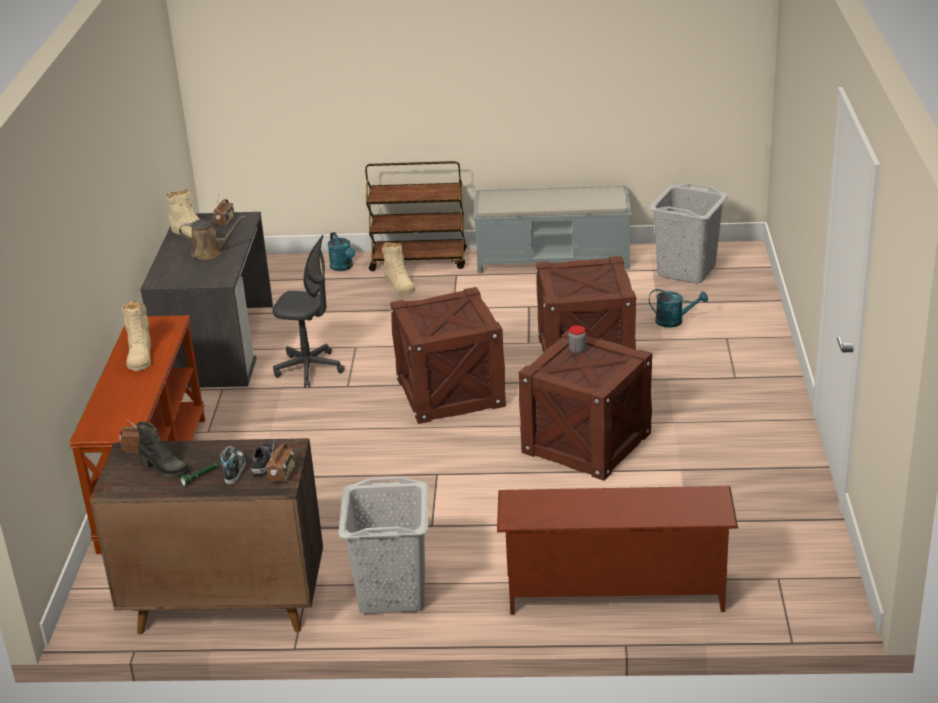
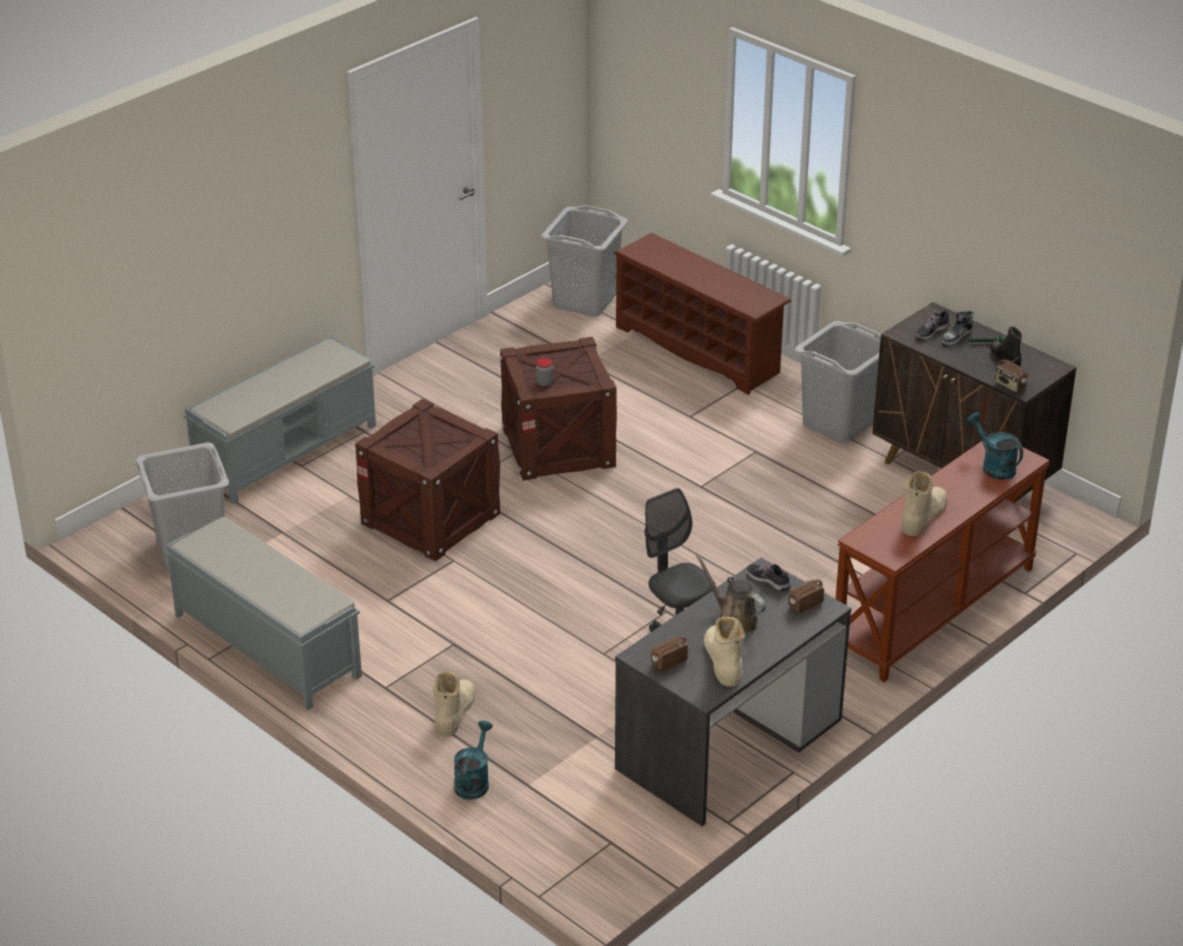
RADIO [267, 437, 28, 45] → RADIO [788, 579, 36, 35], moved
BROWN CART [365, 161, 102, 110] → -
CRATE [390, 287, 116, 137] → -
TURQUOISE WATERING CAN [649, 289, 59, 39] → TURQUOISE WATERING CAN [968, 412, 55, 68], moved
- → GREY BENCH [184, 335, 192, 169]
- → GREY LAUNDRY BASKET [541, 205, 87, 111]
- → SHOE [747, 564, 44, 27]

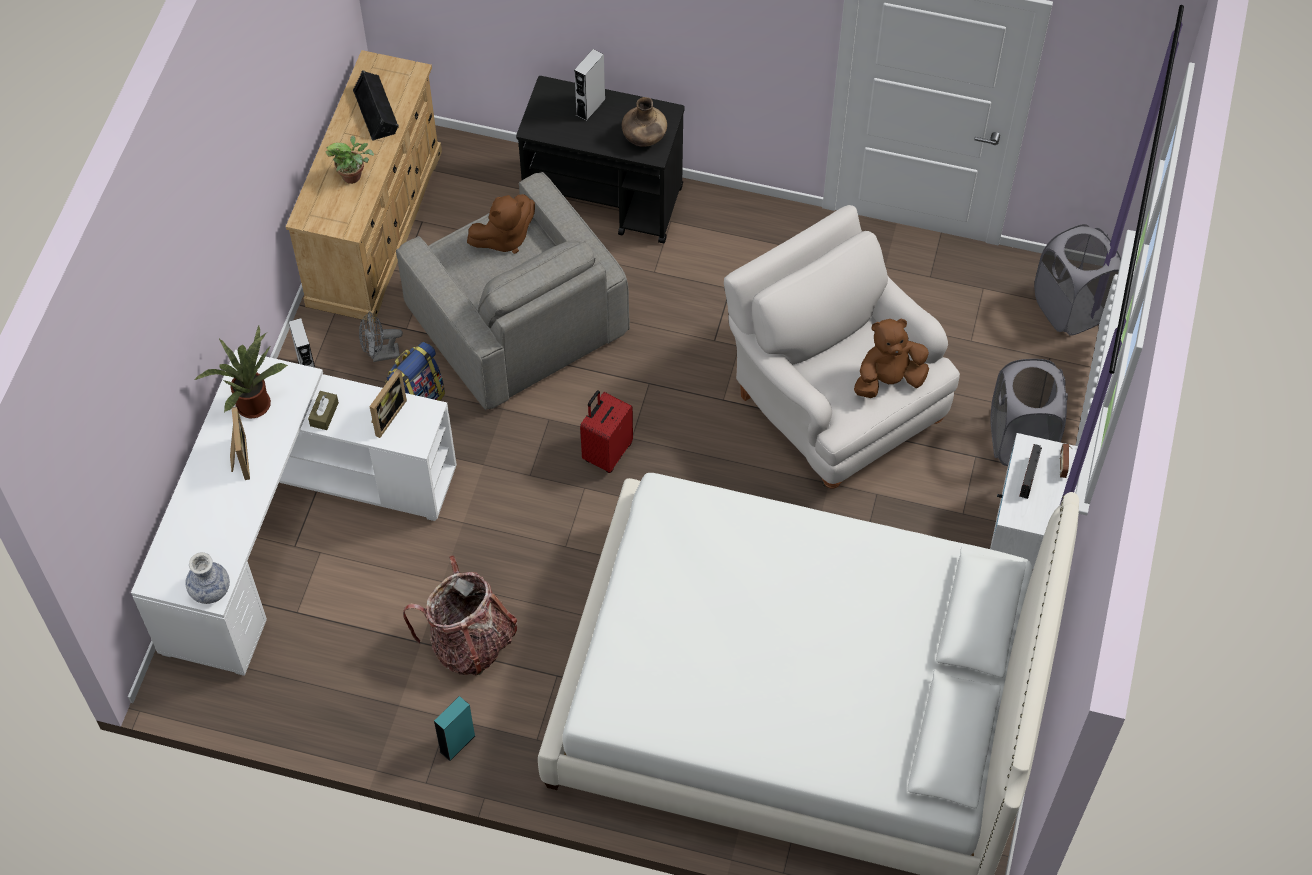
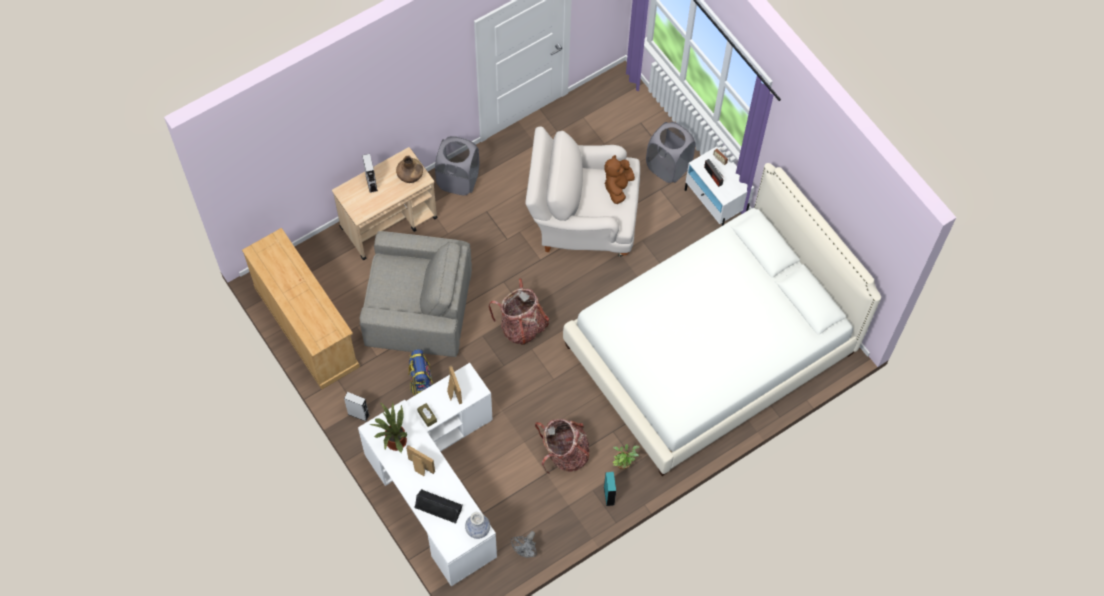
POTTED PLANT [325, 136, 49, 48] → POTTED PLANT [613, 444, 27, 26], moved
BLACK SPEAKER [353, 70, 46, 71] → BLACK SPEAKER [414, 489, 49, 35], moved
GREY FAN [359, 311, 44, 51] → GREY FAN [511, 531, 26, 27], moved
BROWN PLUSH TOY [467, 194, 68, 60] → -
BLACK CART [516, 76, 169, 168] → BEIGE CART [332, 147, 106, 113]
RED SUITCASE [580, 390, 53, 83] → BACKPACK [489, 278, 60, 67]
GREY LAUNDRY BASKET [1034, 224, 87, 112] → GREY LAUNDRY BASKET [435, 136, 44, 60], moved

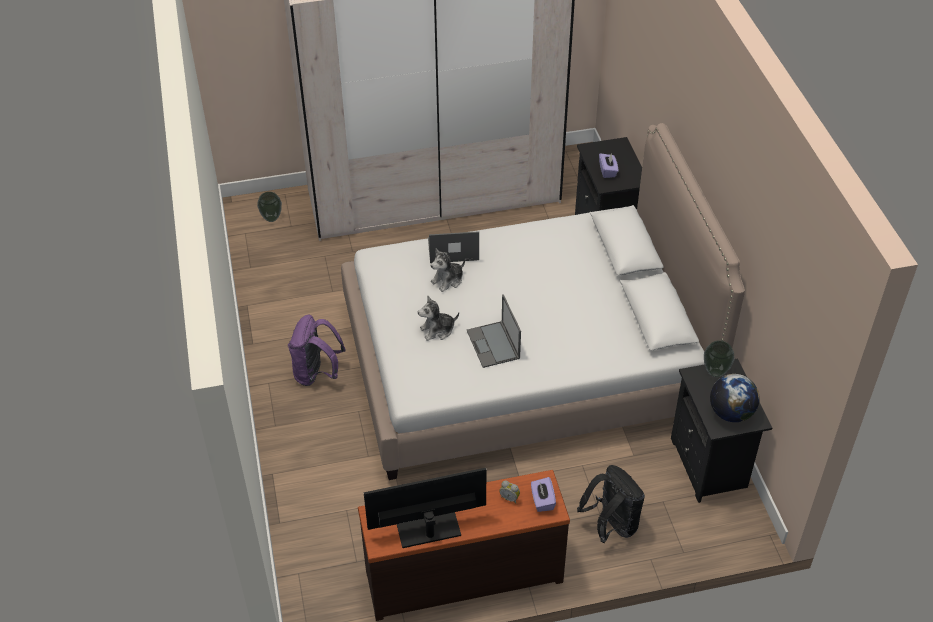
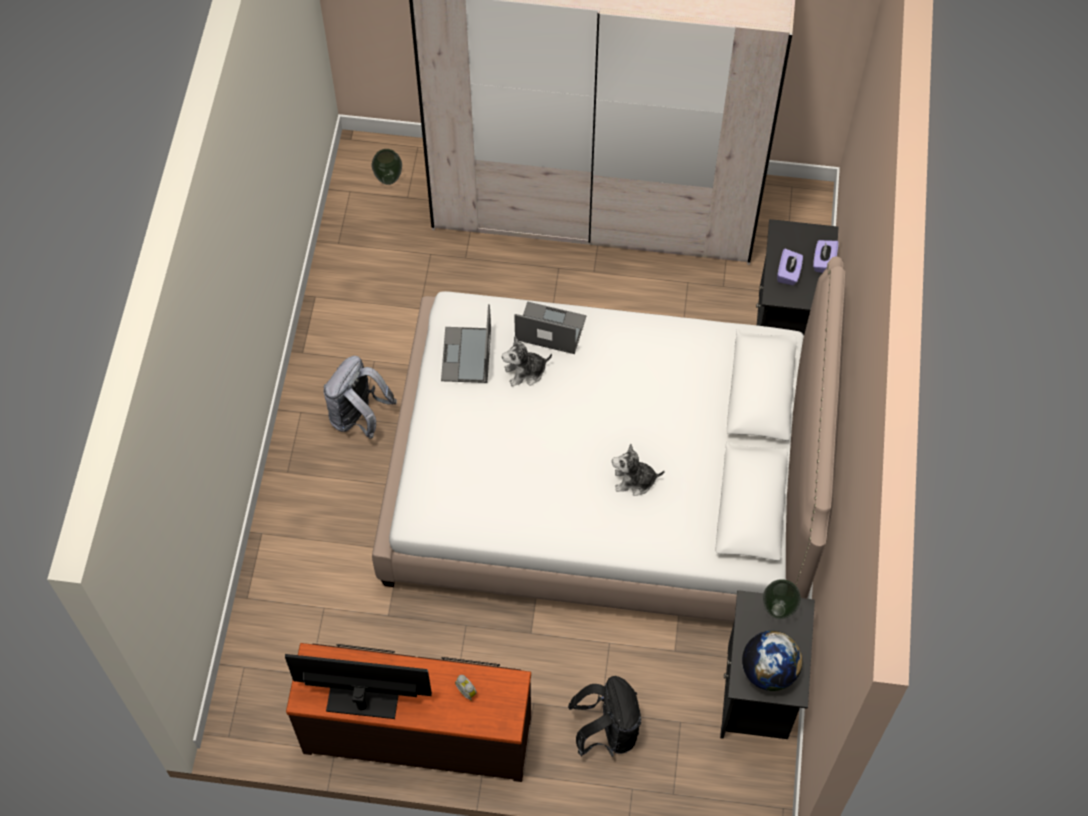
PURPLE BACKPACK [288, 315, 58, 71] → GREY BACKPACK [323, 356, 74, 83]
PLUSH TOY [418, 296, 41, 45] → PLUSH TOY [612, 443, 52, 53], moved
LAPTOP [467, 294, 54, 74] → LAPTOP [441, 304, 50, 79], moved
PURPLE TISSUE BOX [531, 477, 25, 35] → PURPLE TISSUE BOX [813, 240, 26, 33], moved

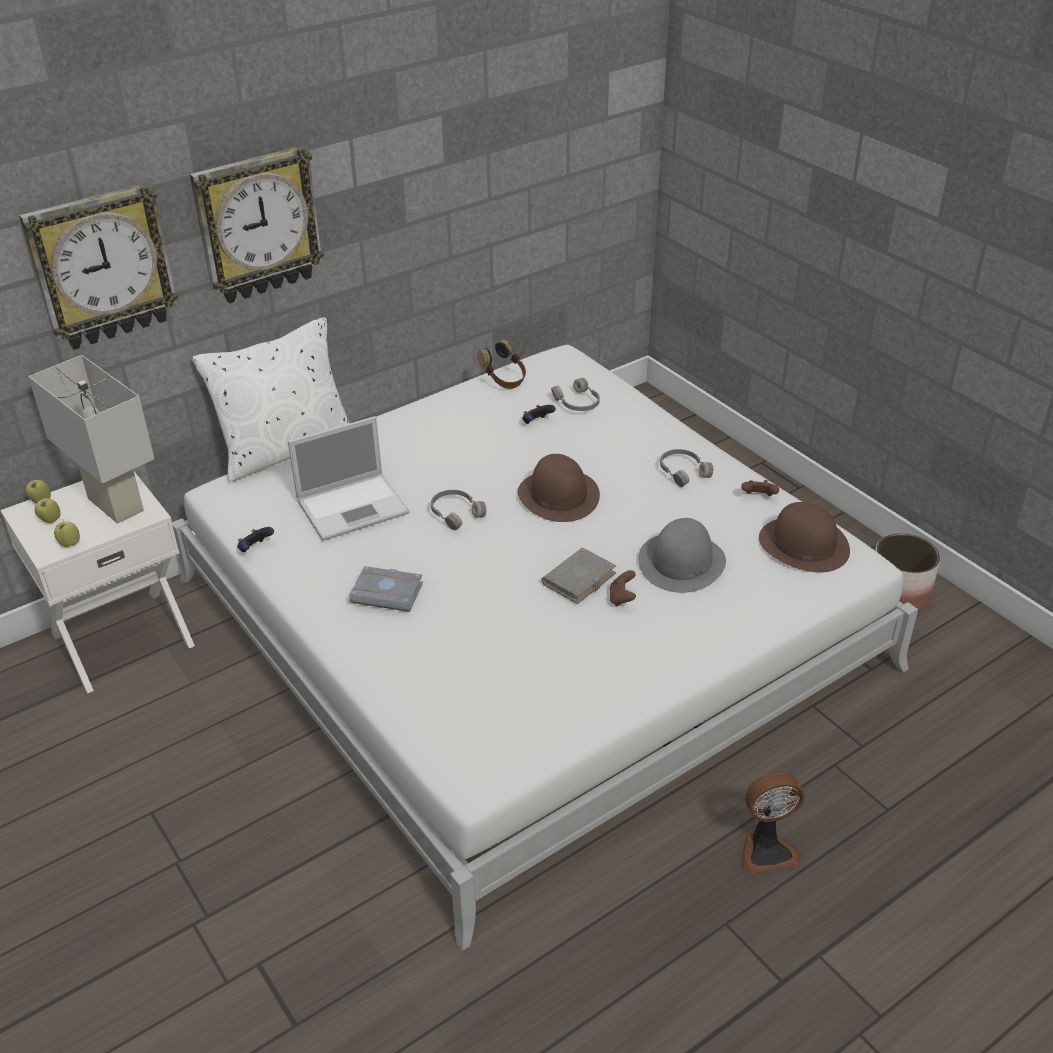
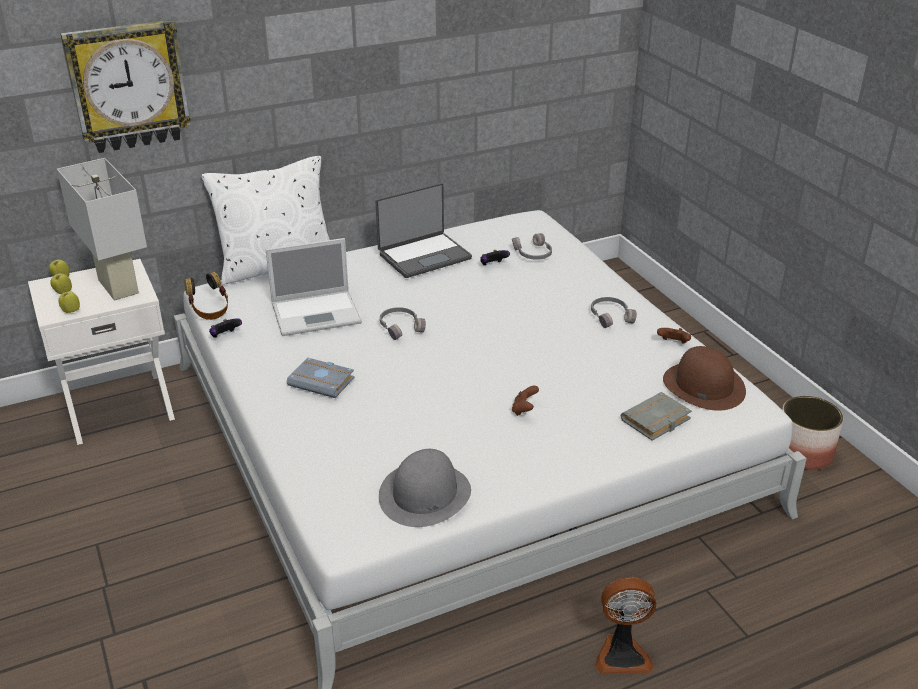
WALL CLOCK [190, 145, 134, 158] → -
HEADPHONES [477, 340, 49, 49] → HEADPHONES [185, 272, 43, 48], moved
BROWN HAT [518, 454, 82, 68] → -
GREY BOOK [542, 547, 74, 57] → GREY BOOK [621, 392, 71, 49], moved
GREY HAT [638, 518, 88, 75] → GREY HAT [379, 449, 92, 78], moved
- → LAPTOP [375, 183, 97, 95]

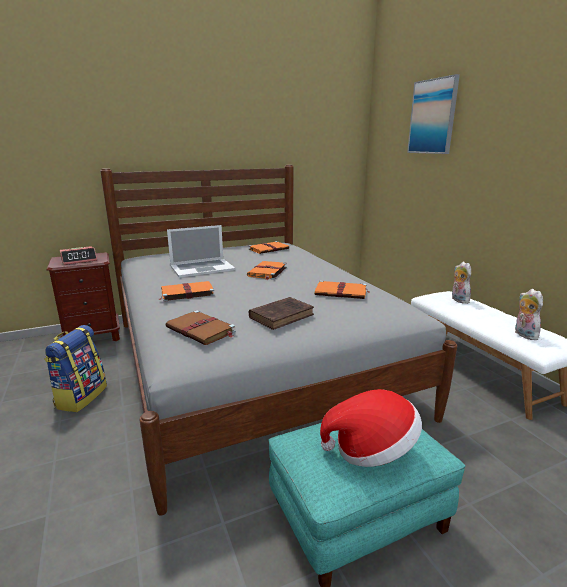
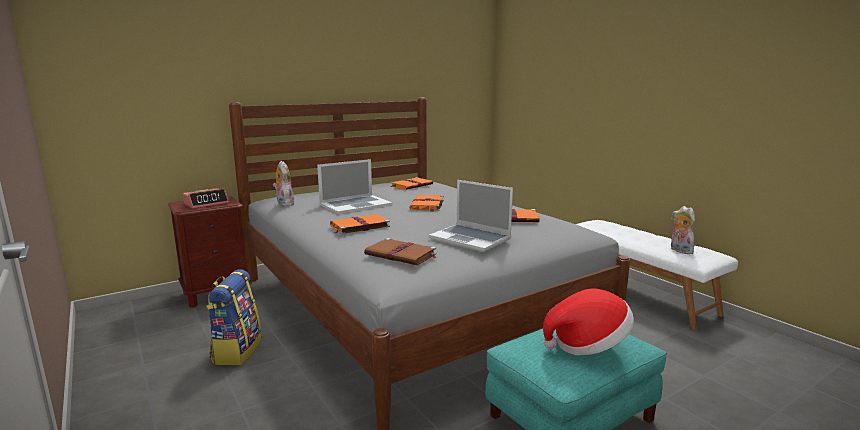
BROWN BOOK [249, 297, 65, 33] → LAPTOP [429, 180, 84, 72]
PICTURE [407, 74, 53, 80] → -
PLUSH TOY [452, 262, 20, 42] → PLUSH TOY [273, 161, 22, 45], moved

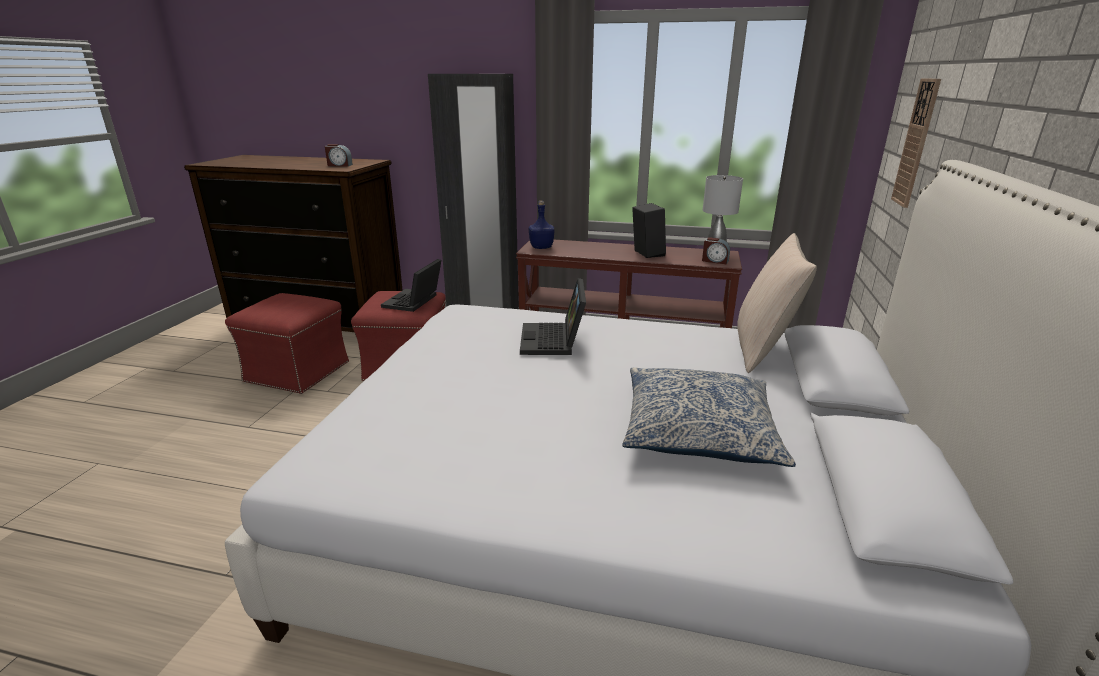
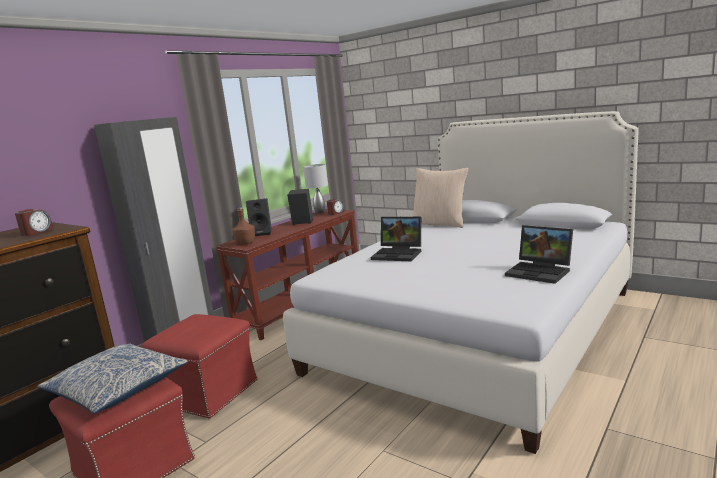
LAPTOP [381, 259, 60, 53] → LAPTOP [505, 225, 68, 59], moved
BLUE BOTTLE [529, 201, 25, 48] → BROWN BOTTLE [232, 207, 23, 38]
PILLOW [623, 367, 173, 100] → PILLOW [38, 344, 150, 70], moved
WALL CLOCK [891, 78, 50, 130] → -
- → BLACK SPEAKER [246, 198, 26, 38]

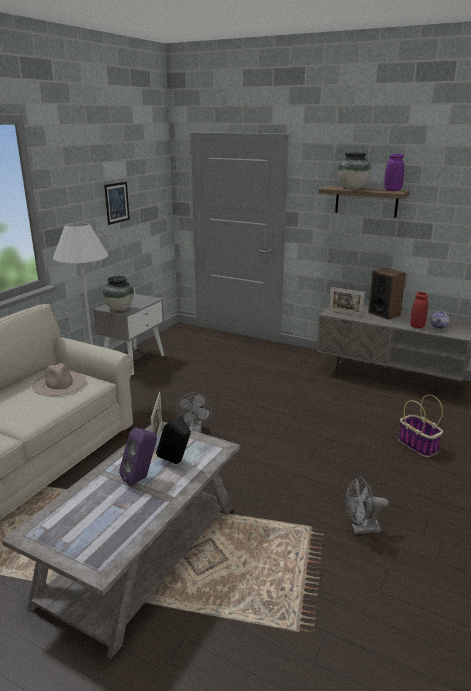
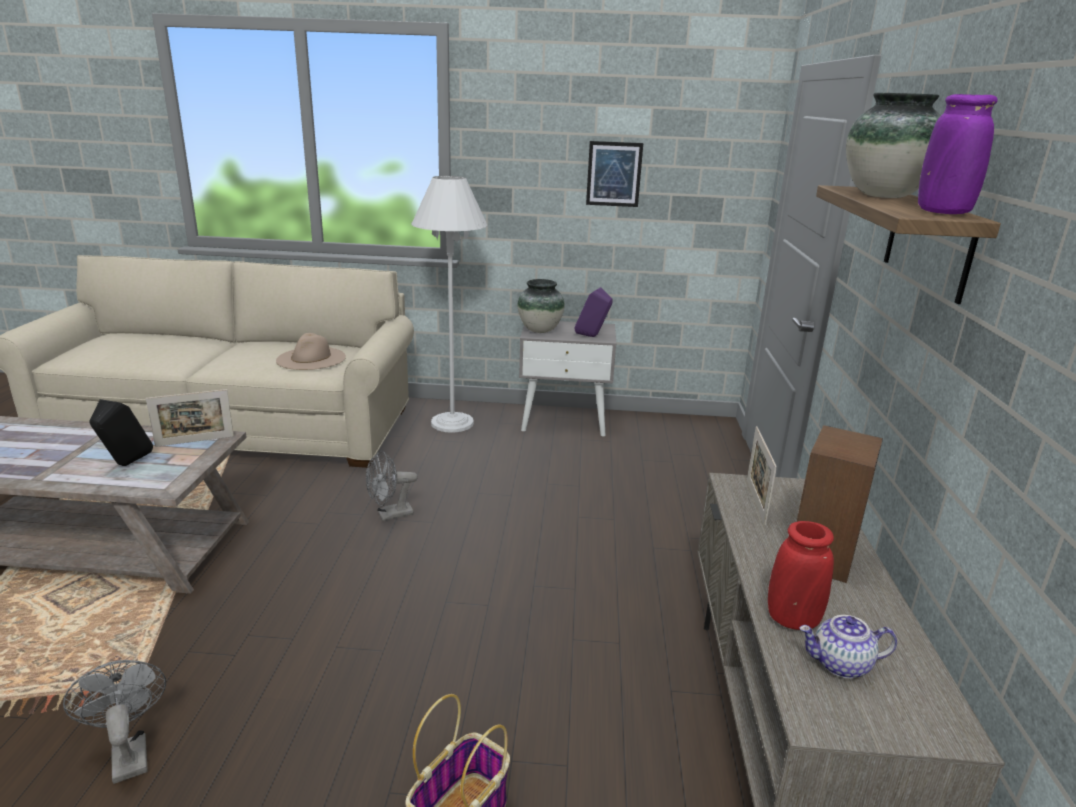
PURPLE SPEAKER [119, 428, 38, 58] → PURPLE SPEAKER [574, 287, 38, 50], moved

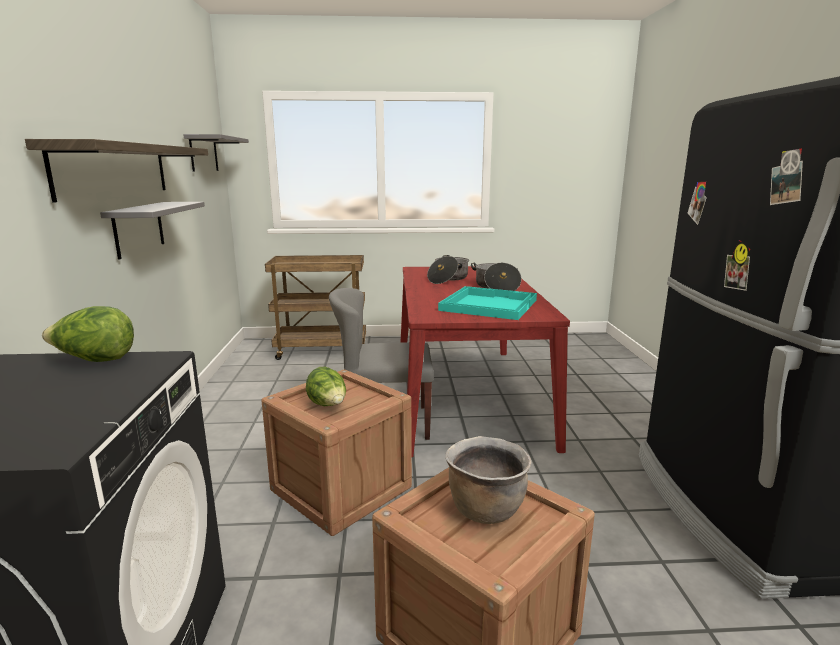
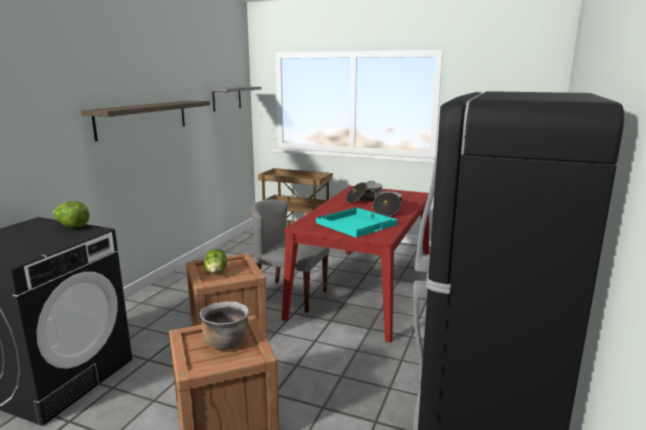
GREY SHELF [100, 202, 105, 57] → -

